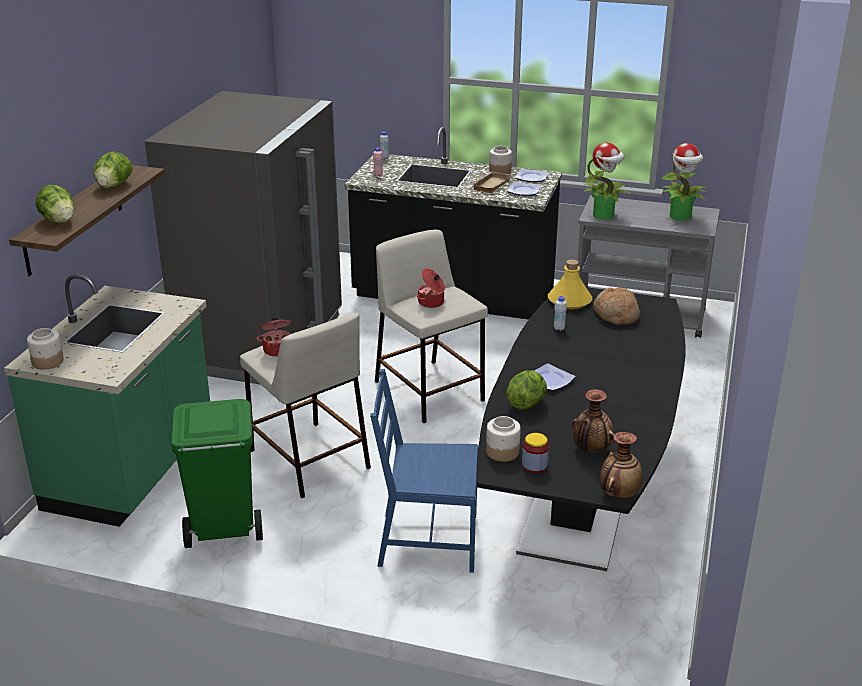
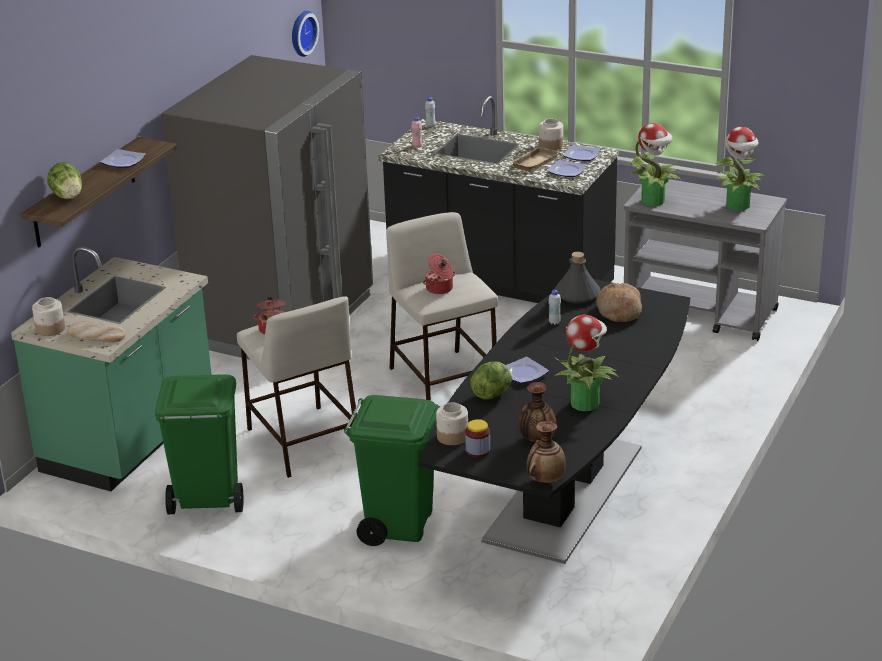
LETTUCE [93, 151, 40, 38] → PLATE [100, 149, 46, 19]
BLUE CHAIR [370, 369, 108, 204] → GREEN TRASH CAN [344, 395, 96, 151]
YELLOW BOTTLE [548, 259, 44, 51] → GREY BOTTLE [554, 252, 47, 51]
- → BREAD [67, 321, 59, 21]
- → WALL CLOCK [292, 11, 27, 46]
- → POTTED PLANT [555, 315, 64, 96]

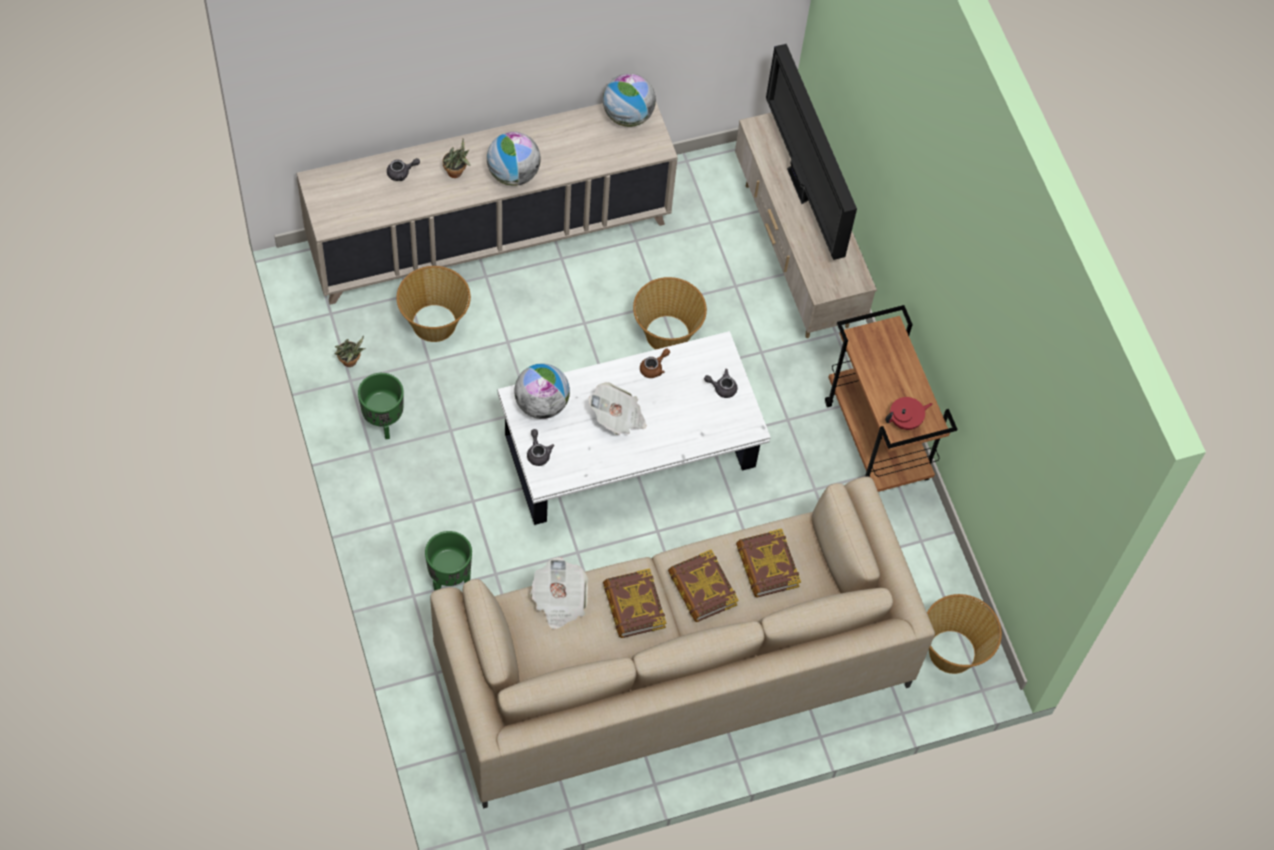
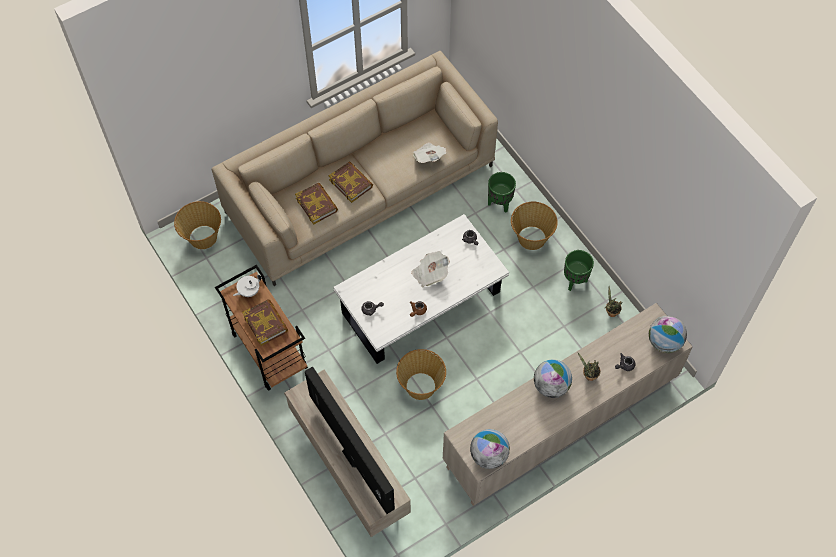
BASKET [397, 266, 74, 76] → BASKET [511, 202, 47, 48], moved
GLOBE [514, 363, 56, 56] → GLOBE [649, 316, 38, 37], moved
BOOK [603, 568, 63, 70] → BOOK [242, 300, 46, 46], moved
RED TEAPOT [885, 397, 47, 33] → WHITE TEAPOT [233, 275, 28, 22]

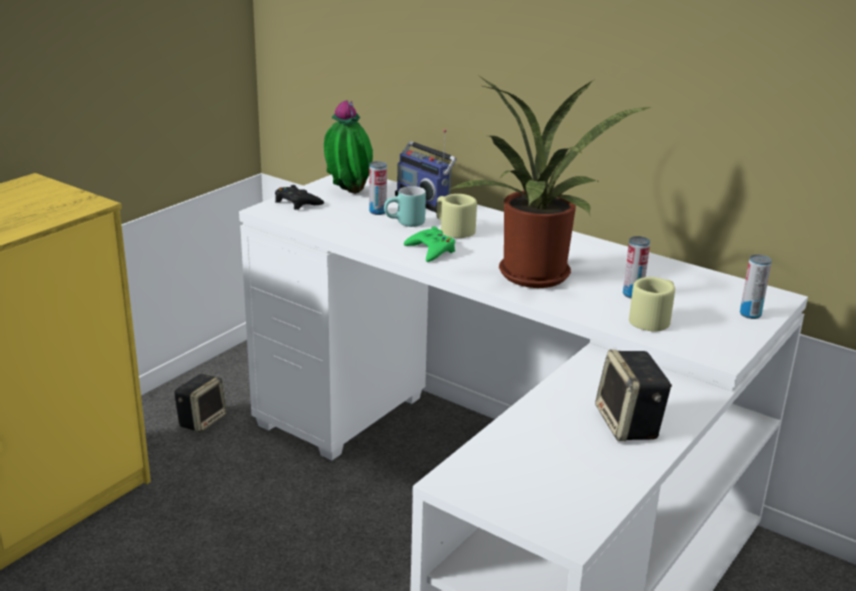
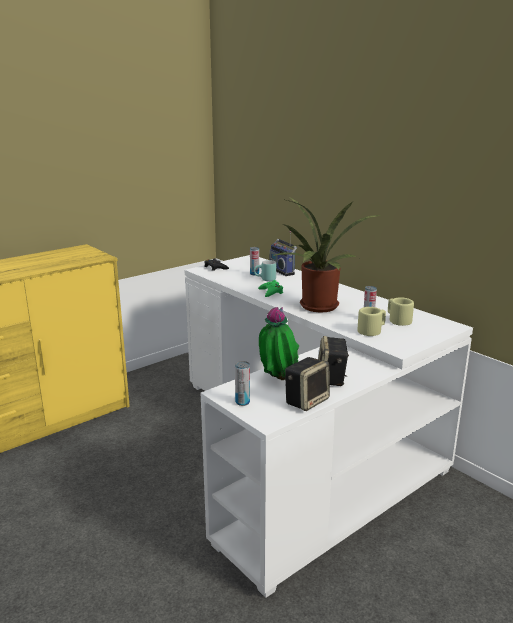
SPEAKER [174, 374, 53, 59] → SPEAKER [285, 357, 45, 54], moved
POTTED PLANT [324, 100, 49, 94] → POTTED PLANT [259, 307, 40, 73], moved
BEIGE MUG [437, 194, 40, 44] → BEIGE MUG [388, 297, 26, 29], moved
CAN [740, 254, 32, 65] → CAN [235, 361, 15, 45], moved

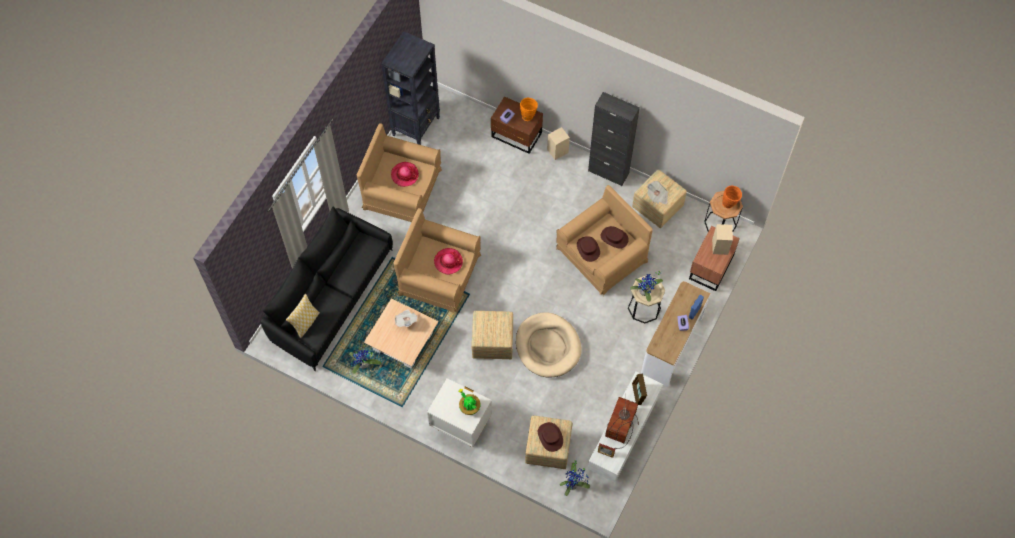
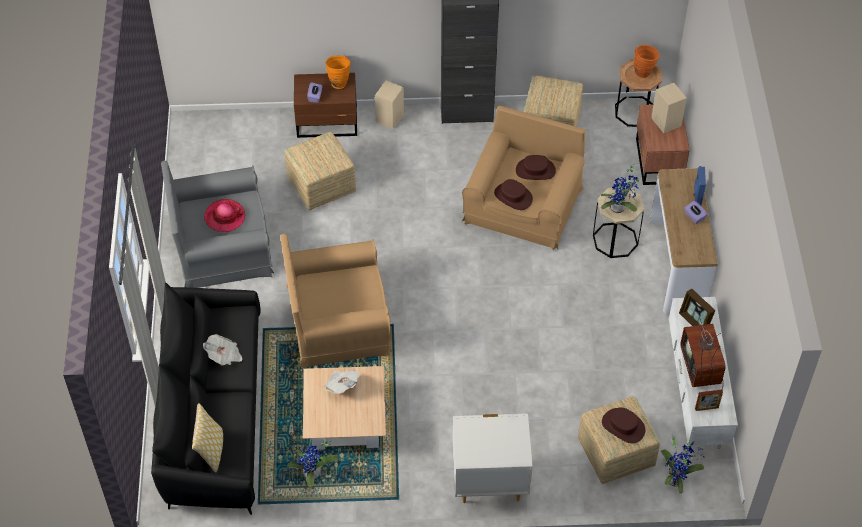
BROWN ARMCHAIR [357, 123, 85, 99] → GREY ARMCHAIR [161, 161, 114, 127]
BLACK BOOKCASE [381, 31, 59, 114] → -
HAT [434, 248, 29, 27] → -
POTTED PLANT [459, 389, 22, 26] → -
OTTOMAN [471, 311, 42, 48] → OTTOMAN [285, 132, 71, 79], moved
BEIGE DOG BED [516, 312, 66, 65] → -
NEWSPAPER [647, 181, 21, 24] → NEWSPAPER [203, 334, 40, 31], moved

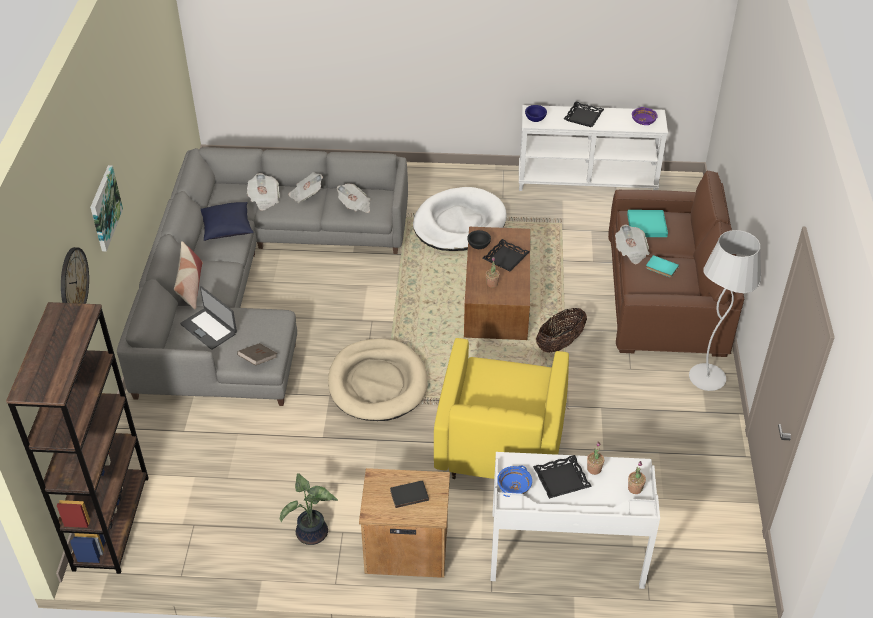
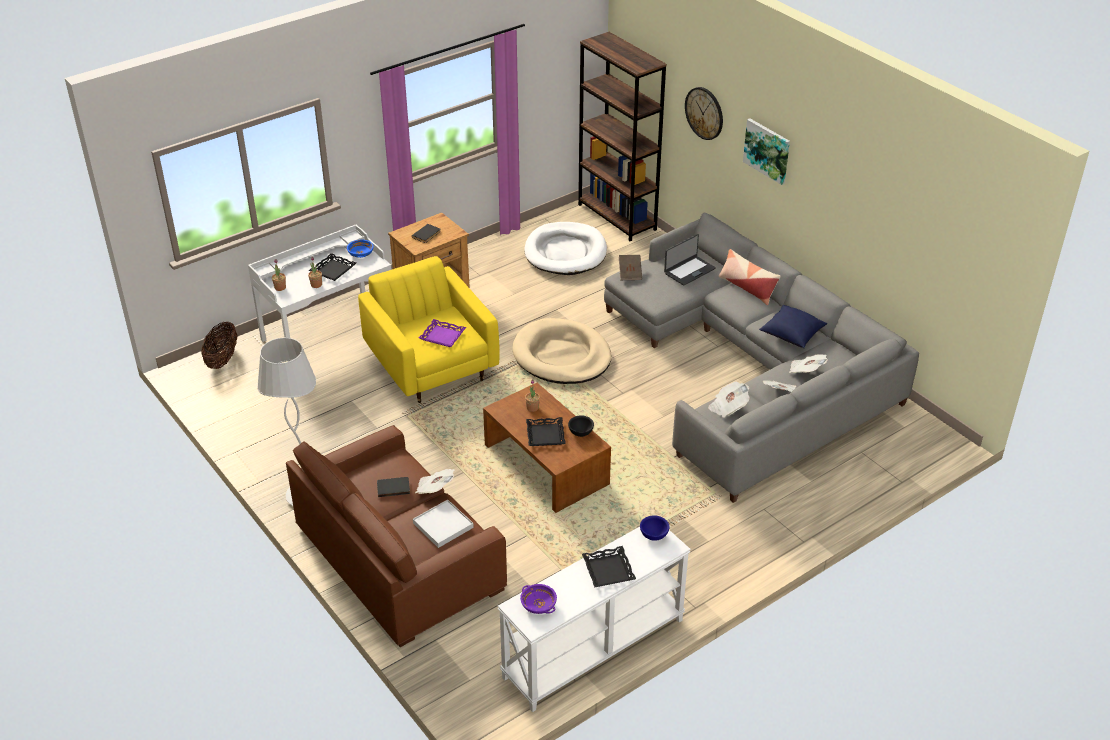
LAPTOP [180, 286, 57, 64] → LAPTOP [664, 234, 52, 52], 135 degrees clockwise
POTTED PLANT [280, 473, 58, 72] → -
WHITE DOG BED [413, 187, 94, 64] → WHITE DOG BED [524, 222, 83, 53], moved
BASKET [536, 308, 51, 45] → BASKET [201, 322, 36, 47], moved
TURQUOISE TRAY [627, 210, 41, 27] → WHITE TRAY [413, 500, 61, 48]
TURQUOISE BOOK [646, 255, 33, 23] → BLACK BOOK [377, 477, 33, 20]
- → PURPLE TRAY [419, 319, 47, 28]

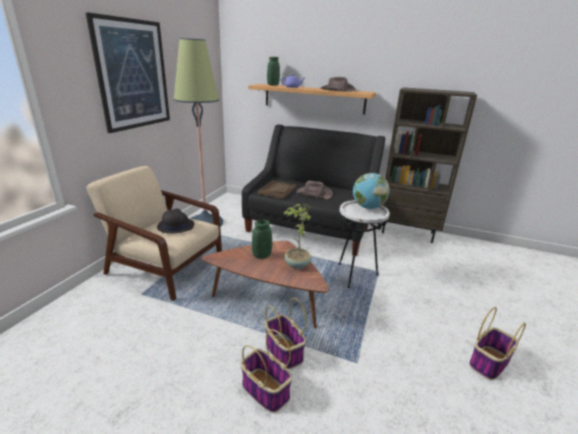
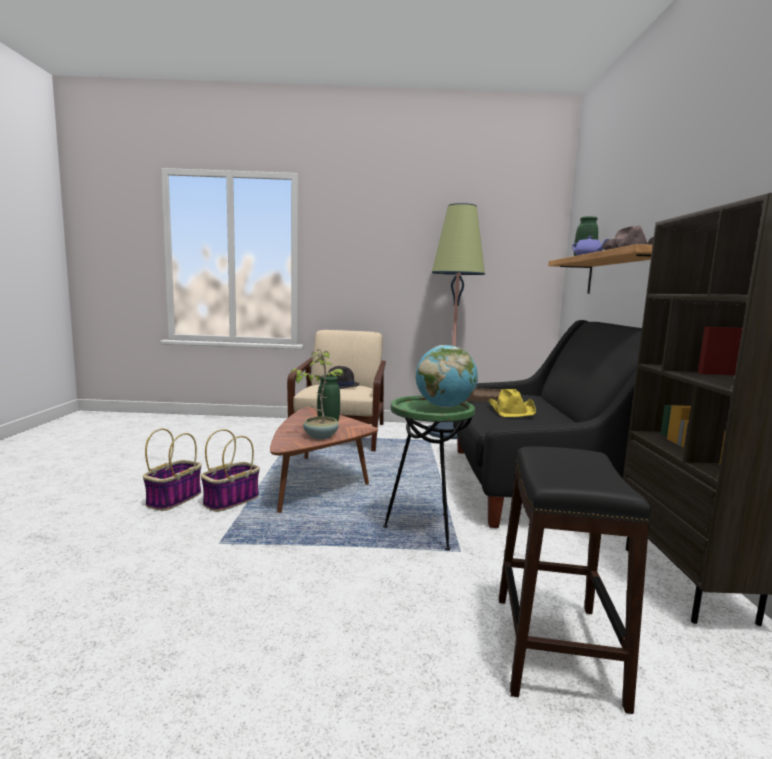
PICTURE [85, 12, 85, 121] → -
BROWN HAT [297, 181, 36, 18] → YELLOW HAT [489, 389, 47, 28]
WHITE SIDE TABLE [339, 200, 51, 88] → GREEN SIDE TABLE [383, 396, 92, 154]
BASKET [469, 307, 57, 73] → -
- → BLACK STOOL [499, 447, 152, 267]

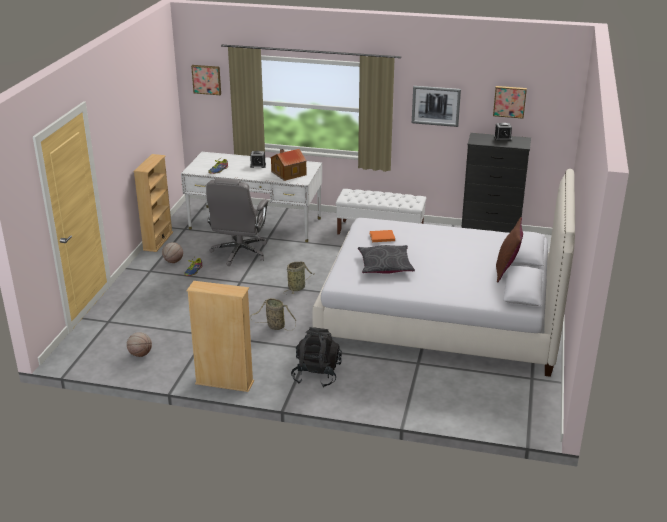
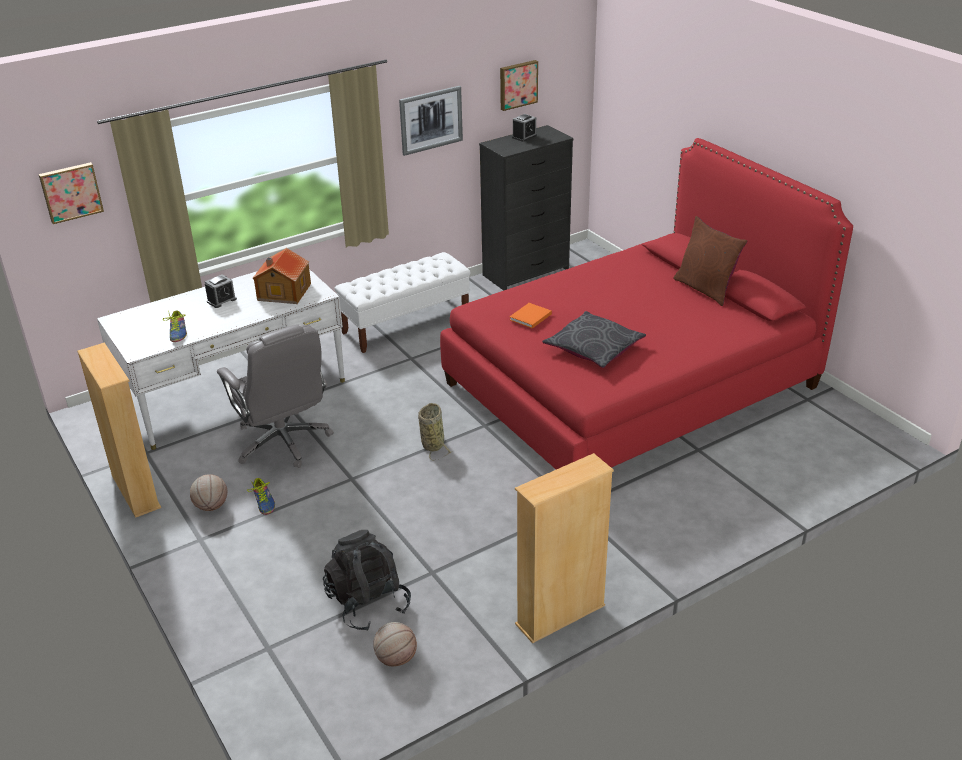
BASKET [250, 298, 46, 33] → -
BLACK BACKPACK [291, 327, 51, 60] → BLACK BACKPACK [323, 530, 88, 101], moved
WHITE BED [313, 169, 262, 208] → RED BED [440, 138, 413, 331]

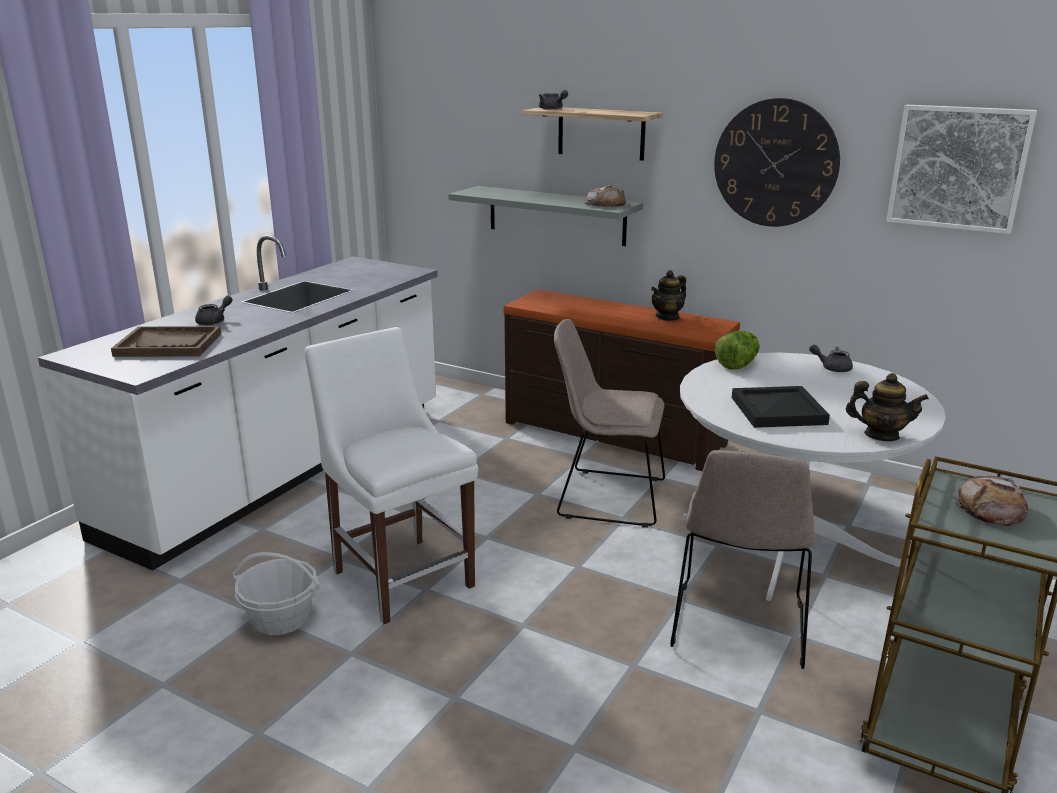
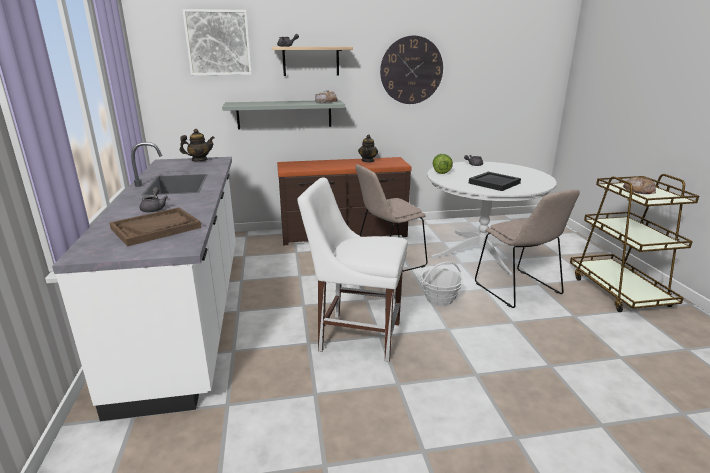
BASKET [232, 552, 88, 83] → BASKET [420, 261, 43, 45], moved
TEAPOT [846, 373, 83, 68] → TEAPOT [180, 129, 35, 32], moved
PICTURE [886, 105, 151, 129] → PICTURE [182, 9, 70, 66], moved

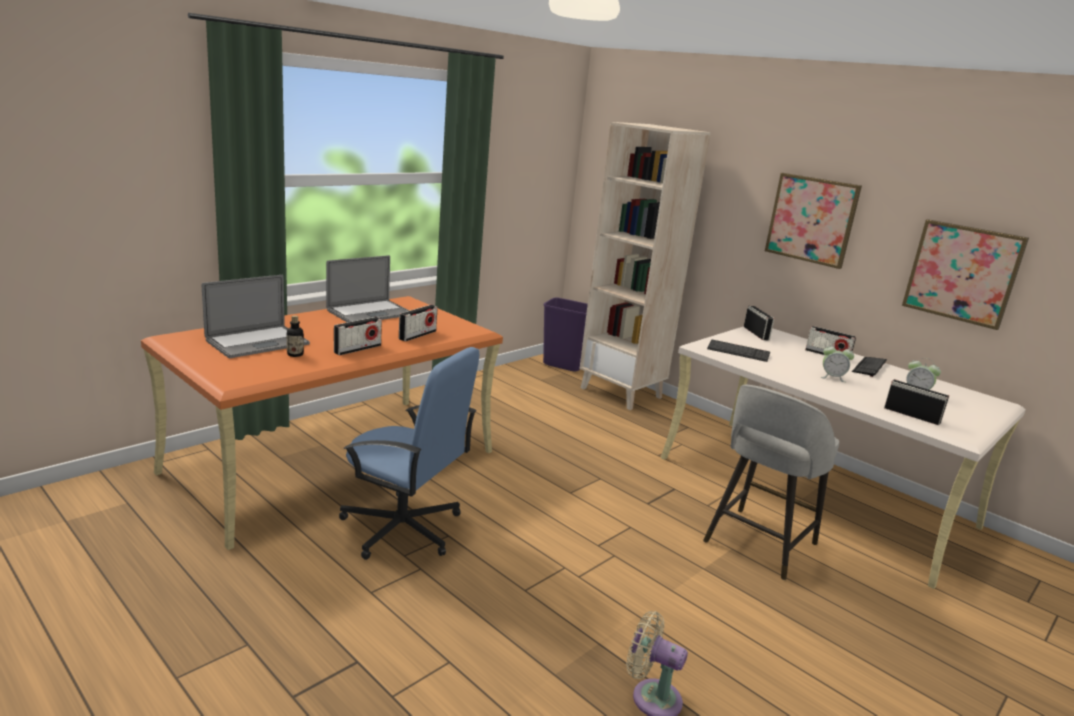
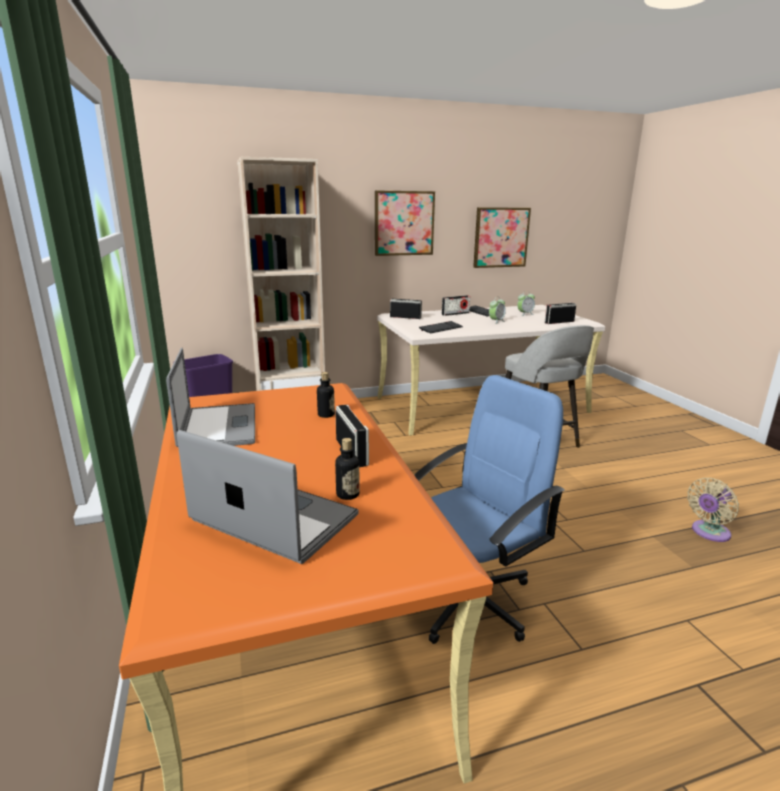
LAPTOP [202, 275, 108, 83] → LAPTOP [177, 430, 182, 134], 45 degrees counterclockwise
RADIO [399, 305, 39, 37] → BOTTLE [317, 372, 18, 46]

